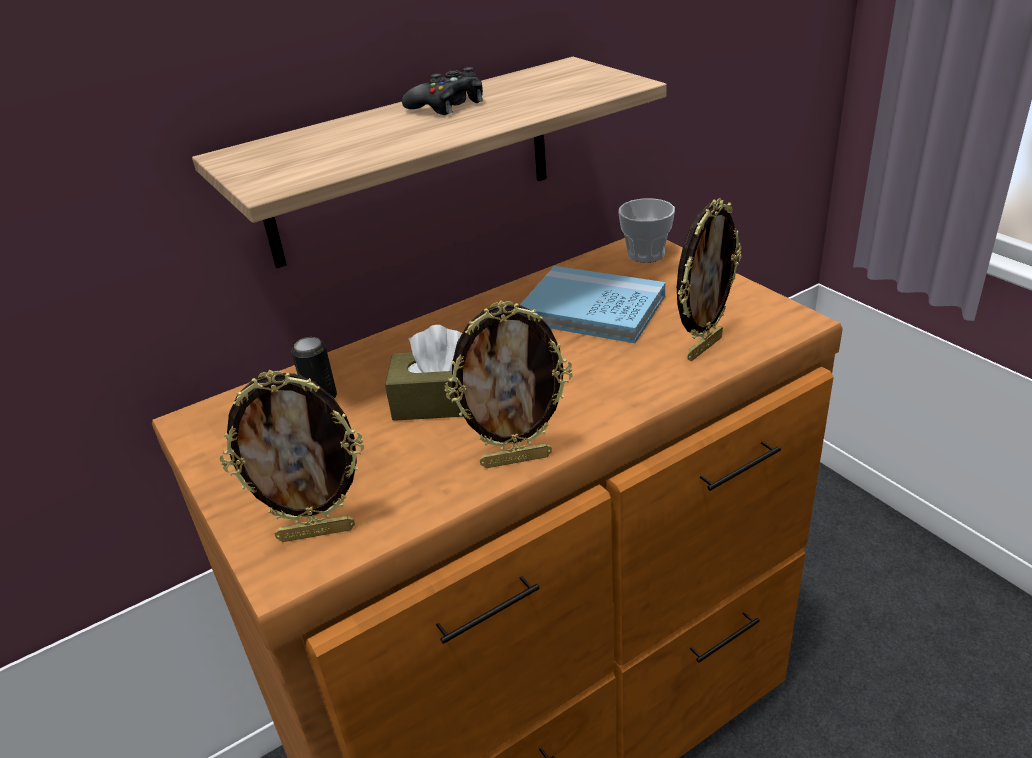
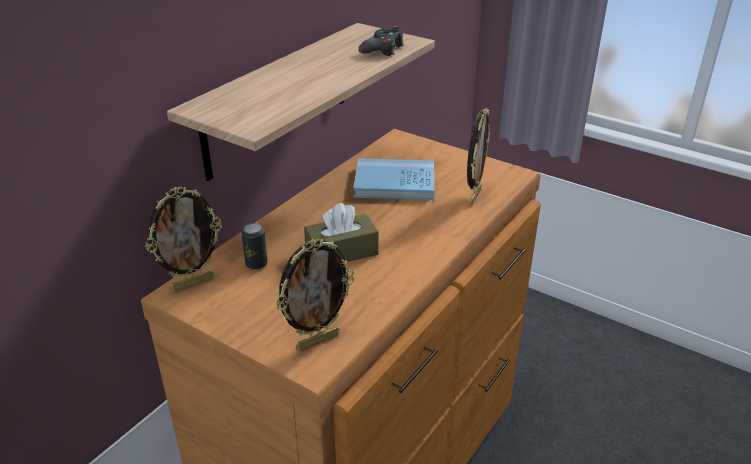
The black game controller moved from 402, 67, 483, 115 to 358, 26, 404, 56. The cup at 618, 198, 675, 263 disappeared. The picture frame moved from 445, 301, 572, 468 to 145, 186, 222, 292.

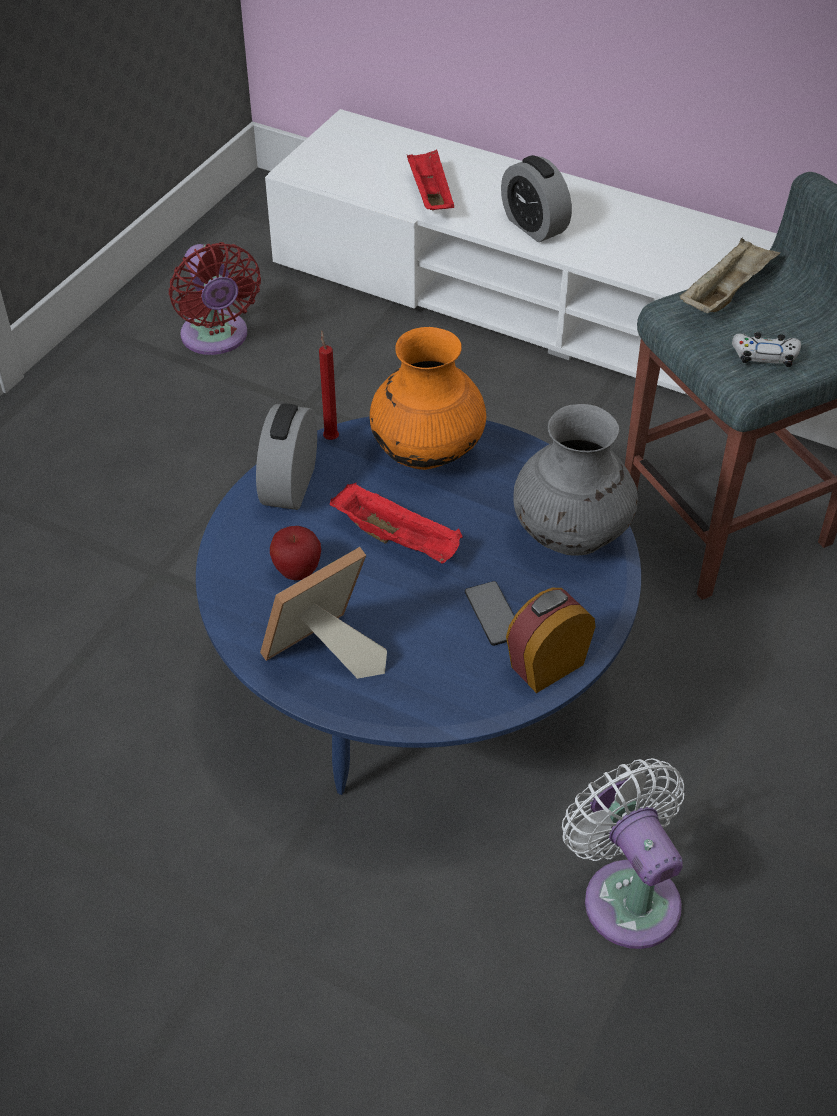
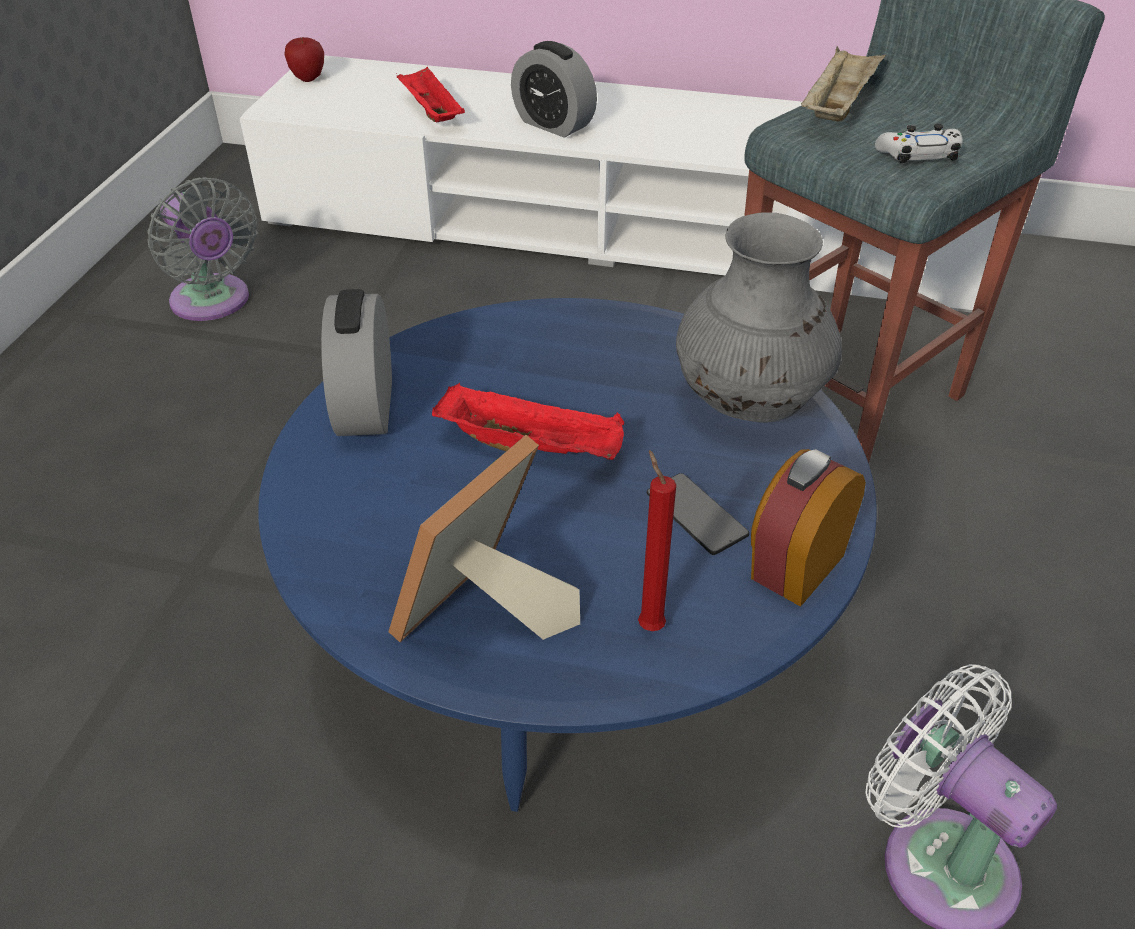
The red fan at 169, 242, 261, 355 became the grey fan at 147, 177, 258, 321. The orange vase at 370, 327, 486, 470 disappeared. The red candle moved from 319, 330, 339, 440 to 638, 450, 676, 631. The apple moved from 270, 526, 321, 580 to 284, 37, 324, 82.

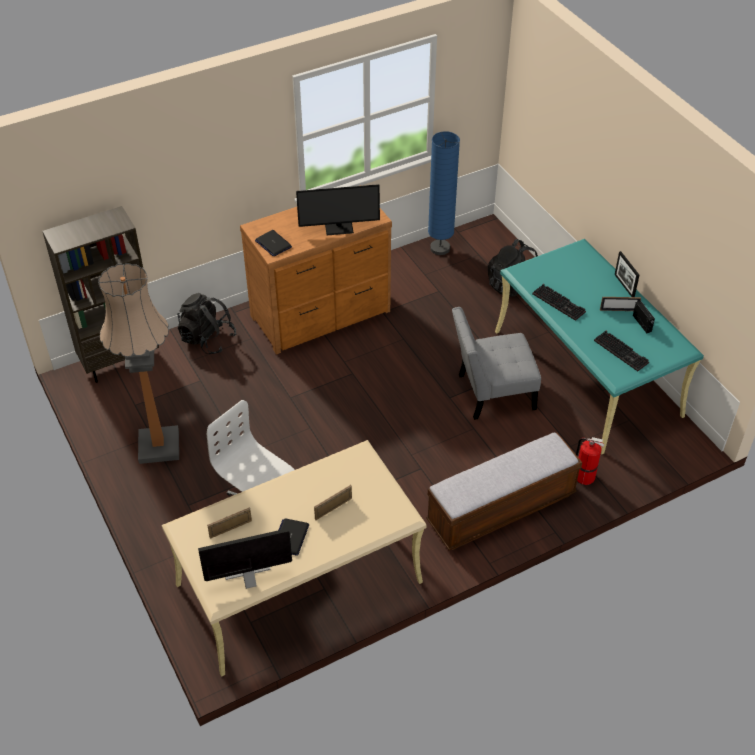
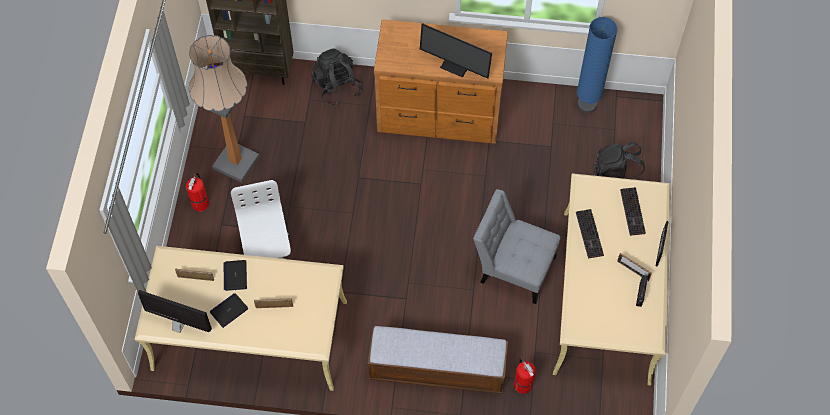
The laptop moved from 255, 230, 292, 256 to 224, 260, 247, 291. The turquoise desk at 495, 239, 704, 455 became the beige desk at 553, 173, 671, 385. The keyboard moved from 594, 331, 649, 371 to 620, 187, 646, 236. The fire extinguisher at 186, 173, 209, 211 appeared.

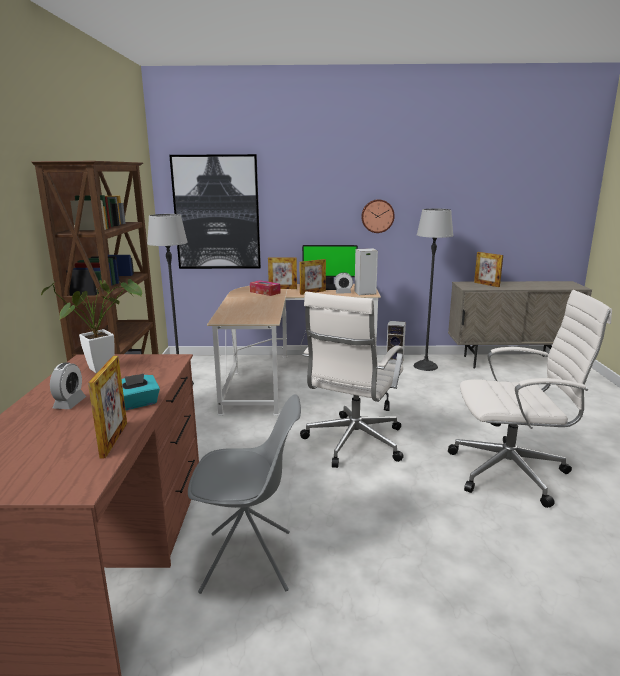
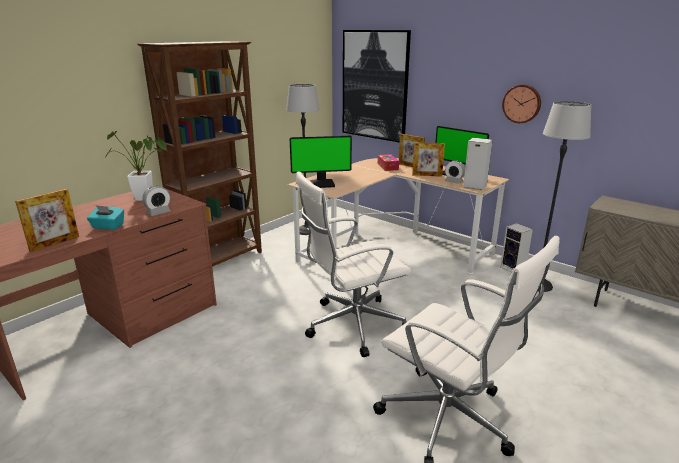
The picture frame at 474, 252, 503, 287 disappeared. The alarm clock moved from 50, 362, 86, 409 to 142, 185, 171, 216. The grey chair at 188, 394, 301, 594 disappeared. The monitor at 290, 136, 352, 188 appeared.

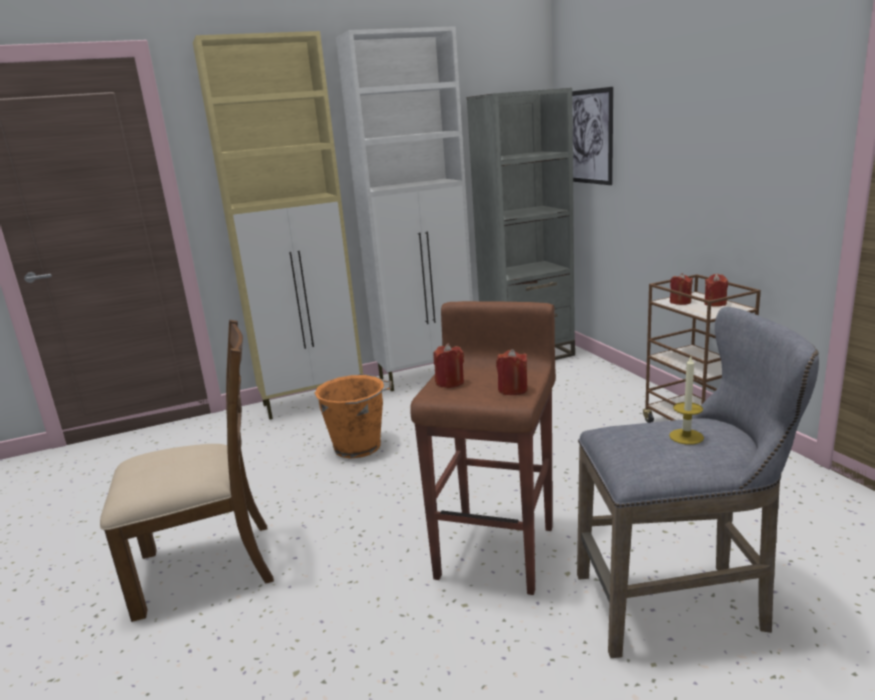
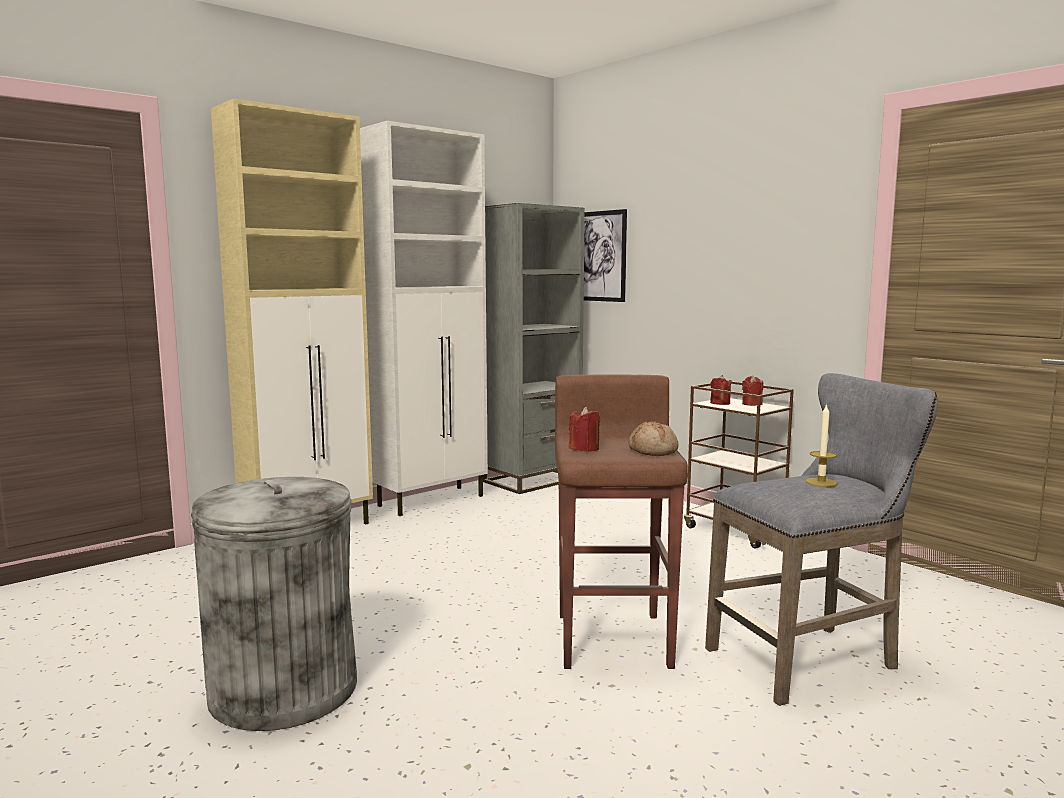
The brown chair at 100, 320, 274, 622 was replaced by the grey trash can at 191, 477, 357, 731. The red candle at 496, 349, 528, 395 was replaced by the bread at 629, 421, 679, 456. The orange bucket at 315, 374, 392, 458 disappeared.

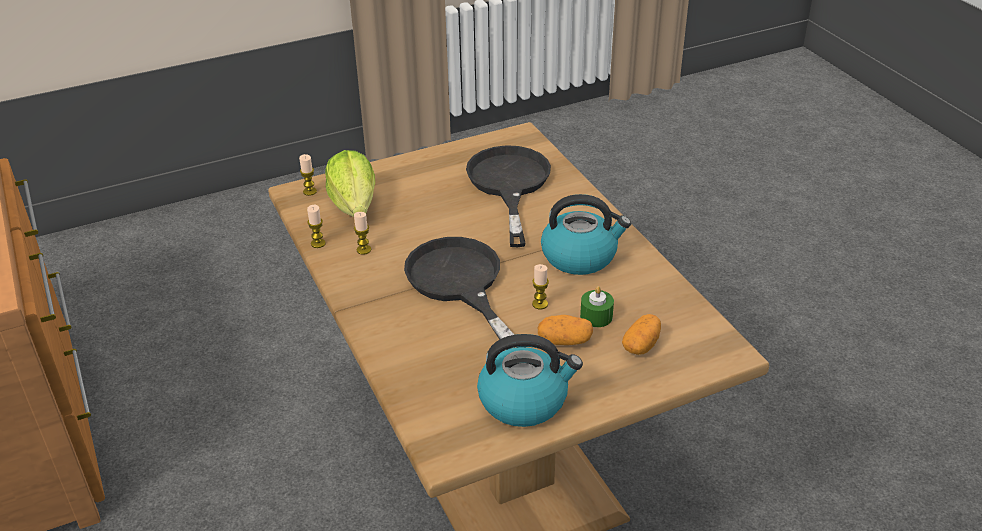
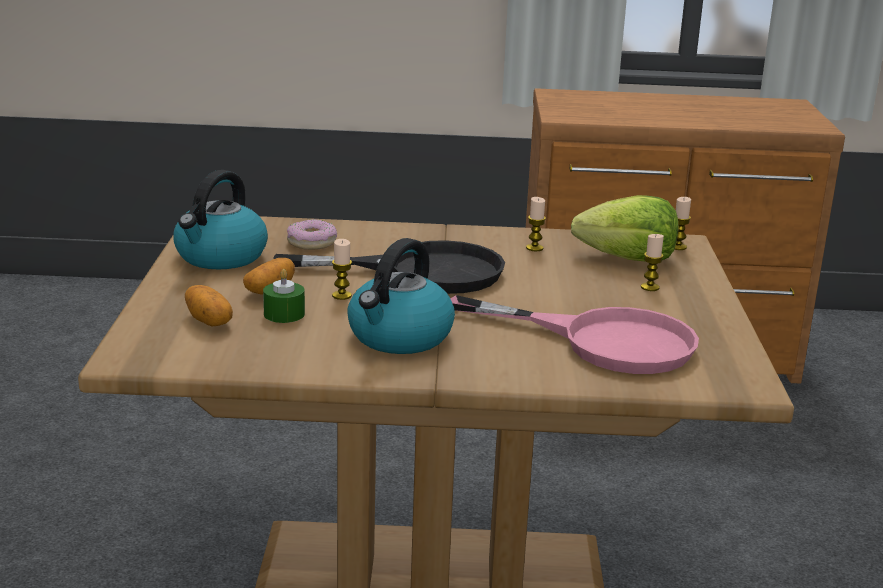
The black frying pan at 466, 145, 551, 247 became the pink frying pan at 450, 295, 699, 374. The candle moved from 307, 205, 326, 248 to 641, 234, 664, 291. The donut at 287, 219, 337, 250 appeared.

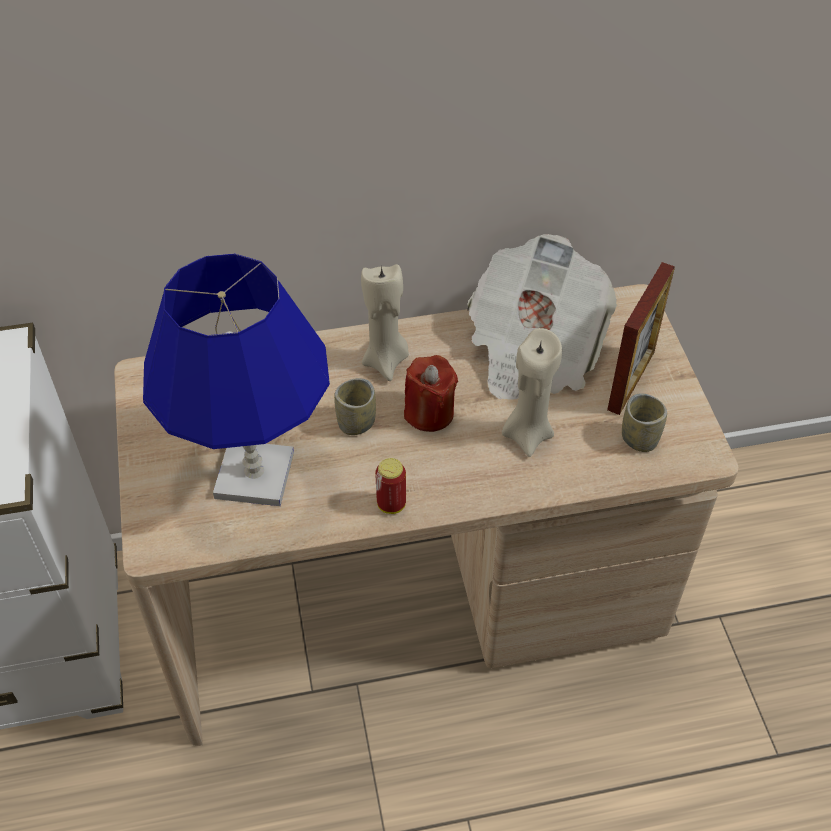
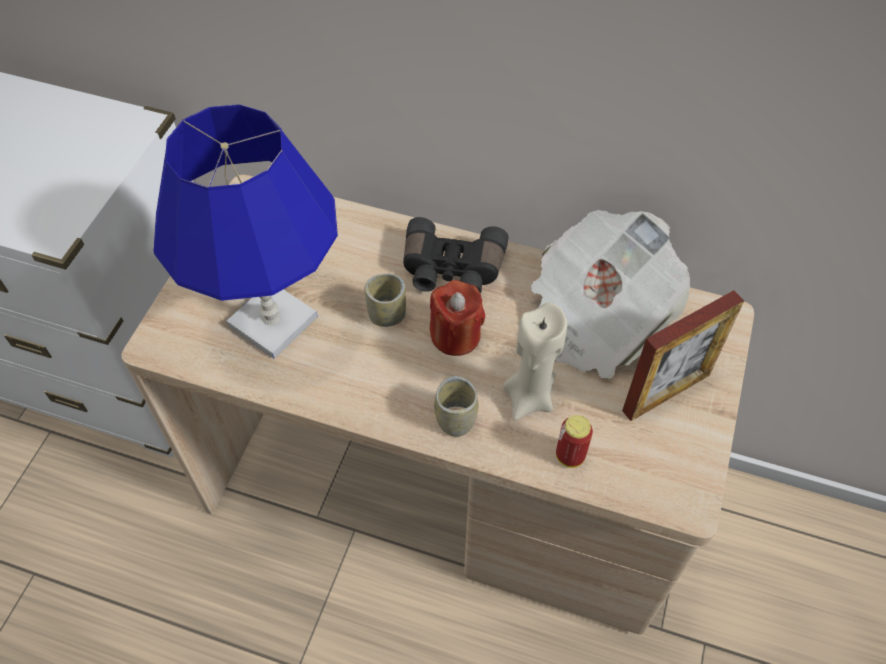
The beige candle at 361, 264, 409, 381 was replaced by the black binoculars at 403, 217, 508, 293. The cup moved from 622, 393, 667, 452 to 434, 376, 478, 437. The can moved from 375, 458, 406, 514 to 556, 415, 593, 468.

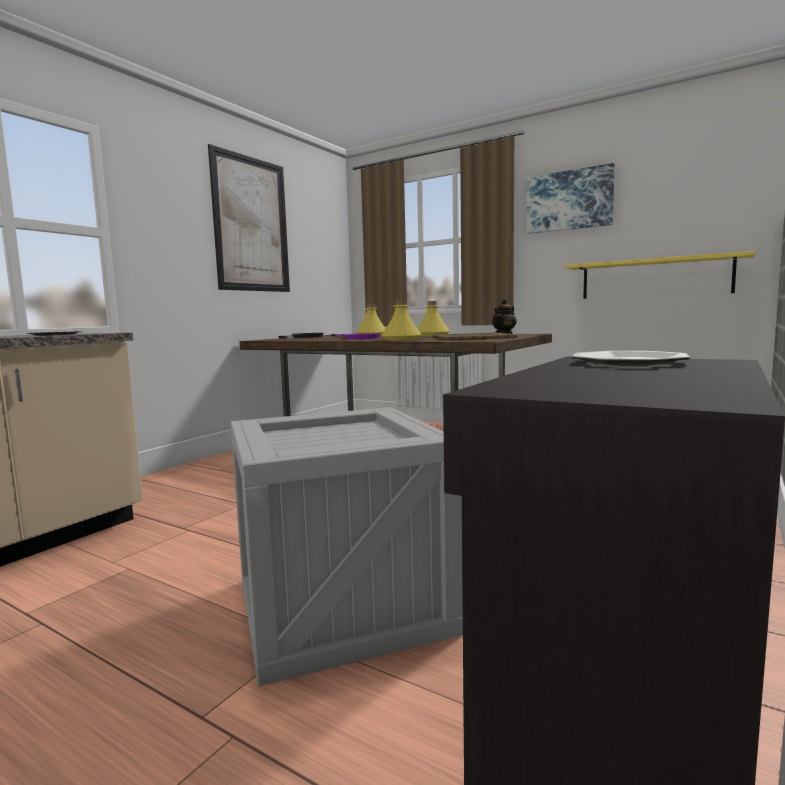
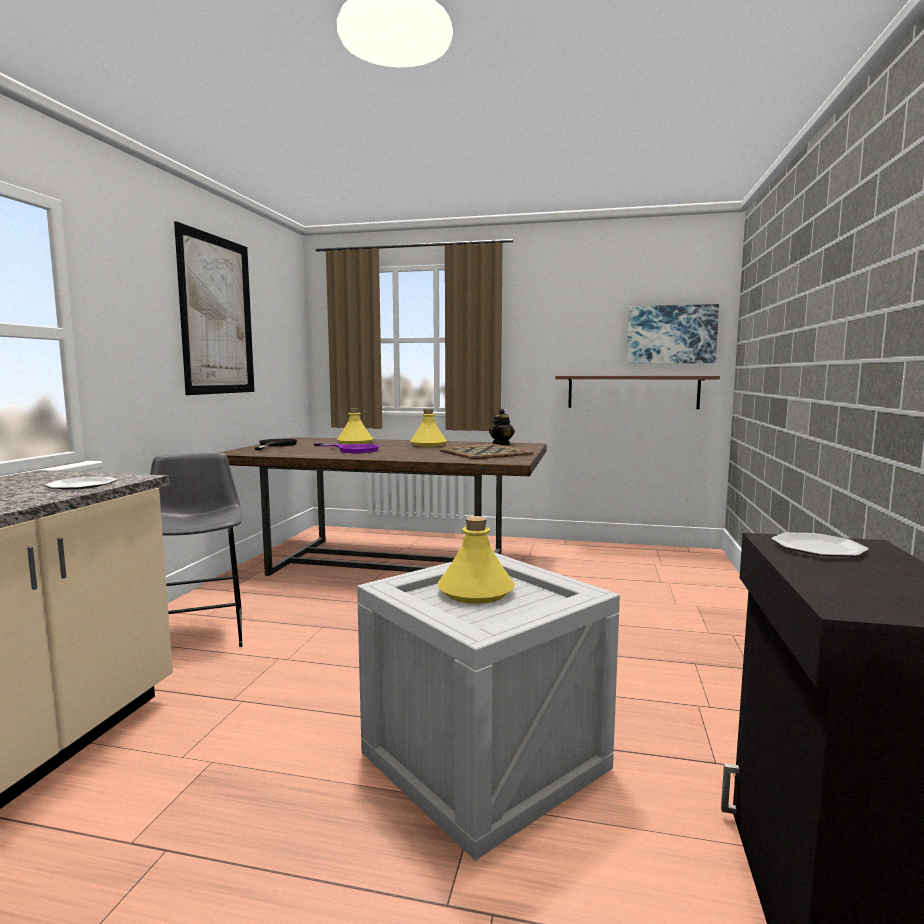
The picture moved from 526, 163, 615, 234 to 626, 304, 719, 363. The yellow shelf at 565, 251, 755, 299 became the brown shelf at 555, 376, 720, 409. The yellow bottle moved from 381, 300, 422, 341 to 437, 516, 515, 604. The grey stool at 150, 453, 242, 647 appeared.

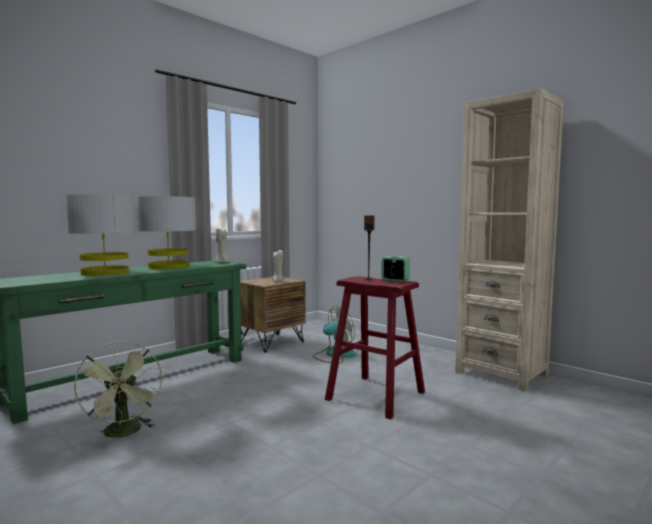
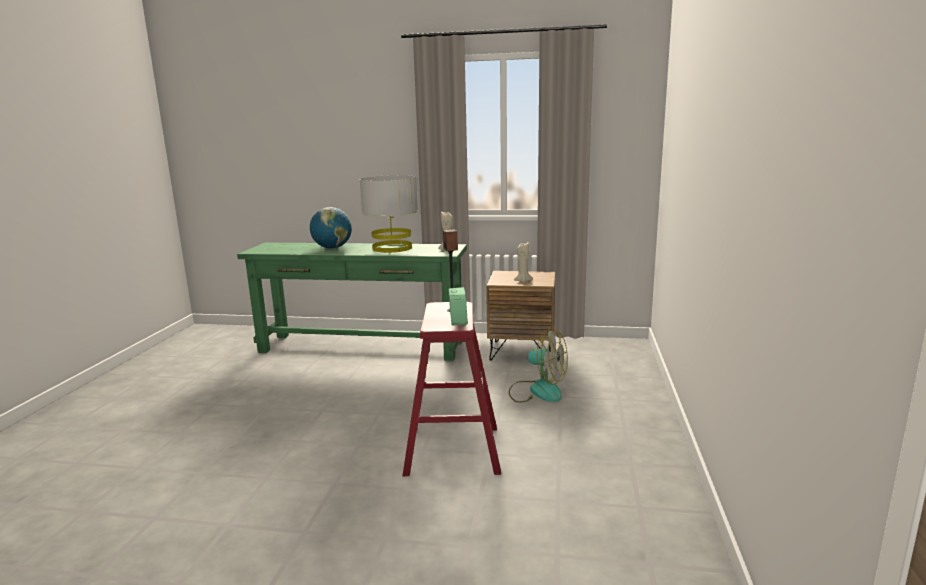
The beige bookcase at 455, 88, 564, 392 disappeared. The grey table lamp at 66, 194, 136, 276 was replaced by the globe at 310, 207, 352, 249. The green fan at 74, 341, 162, 442 disappeared.

